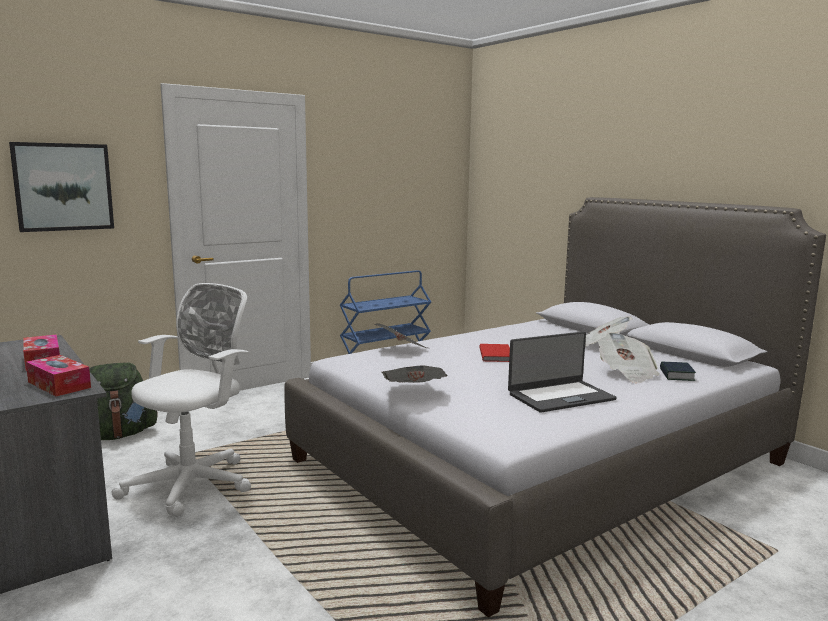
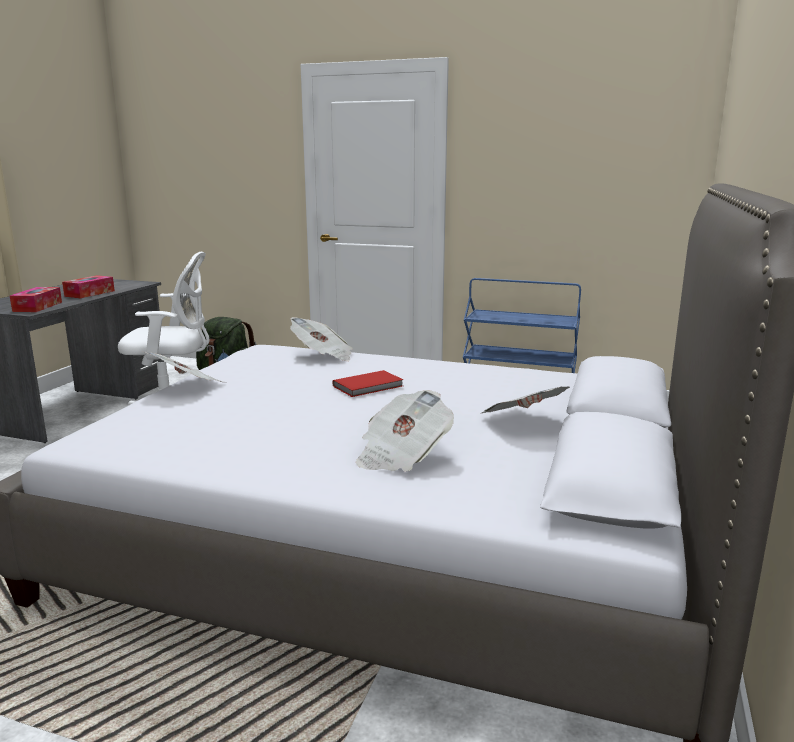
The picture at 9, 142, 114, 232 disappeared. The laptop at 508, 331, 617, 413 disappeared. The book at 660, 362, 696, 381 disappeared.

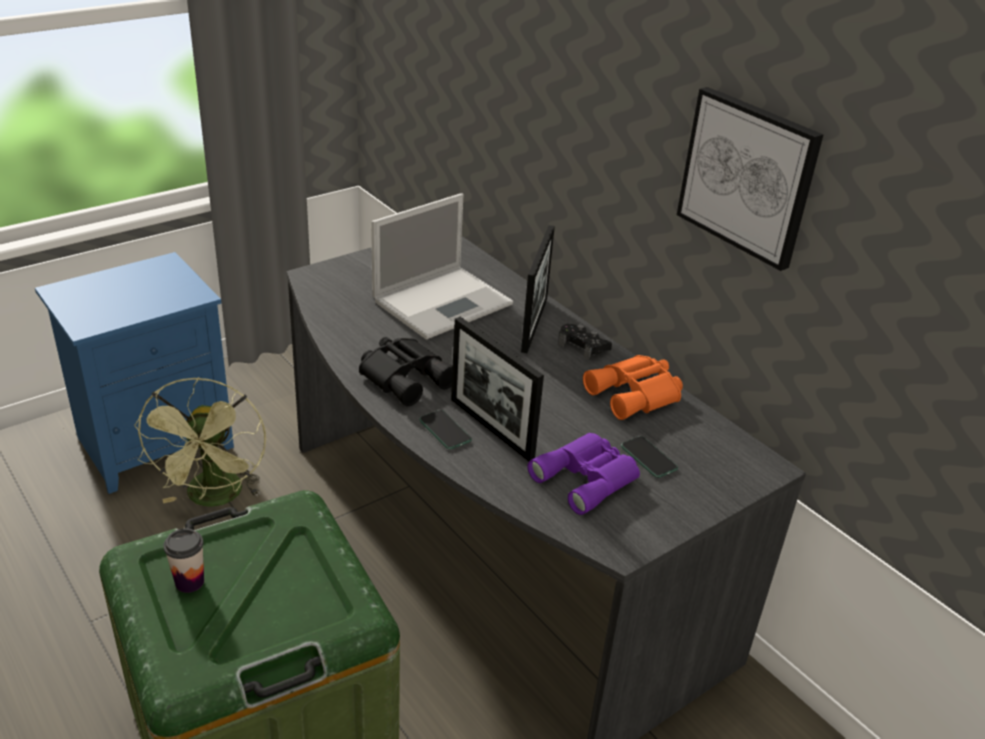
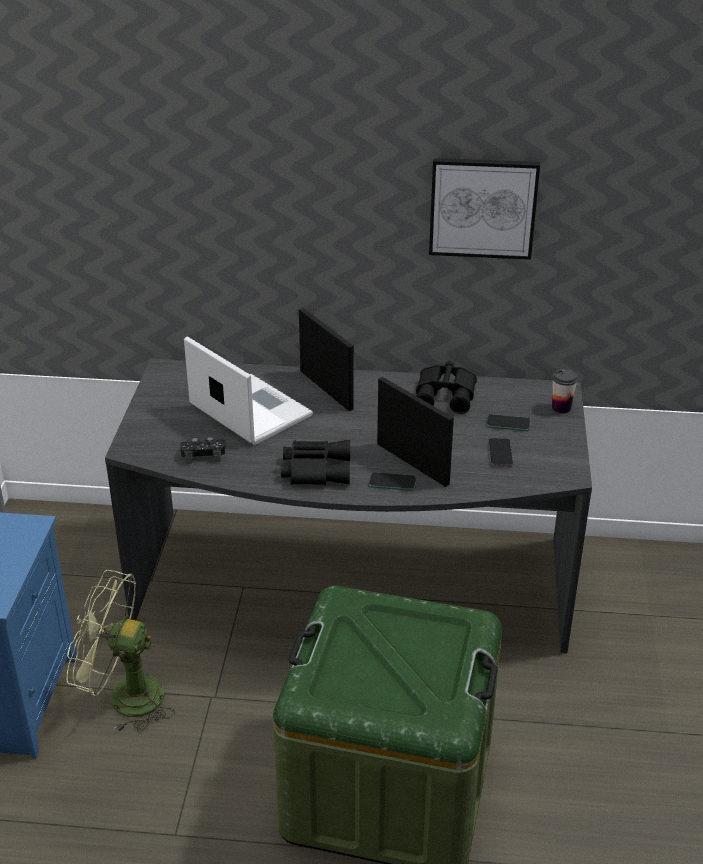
The laptop at 371, 193, 513, 340 turned 45 degrees counterclockwise. The picture frame at 451, 317, 544, 461 turned 135 degrees counterclockwise. The black game controller moved from 558, 324, 612, 360 to 180, 437, 225, 464. The orange binoculars at 583, 355, 683, 420 became the black binoculars at 416, 361, 477, 414. The green fan at 134, 377, 266, 507 turned 150 degrees clockwise. The purple binoculars at 527, 433, 640, 515 was replaced by the phone at 488, 438, 513, 467. The cup moved from 164, 528, 204, 593 to 552, 369, 578, 414.

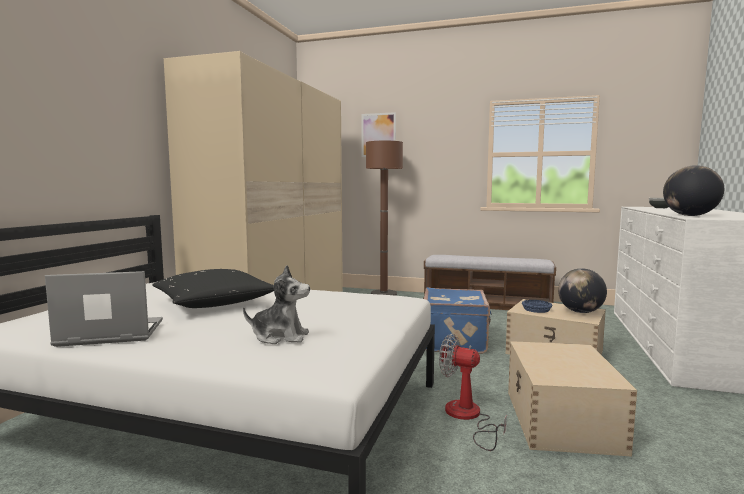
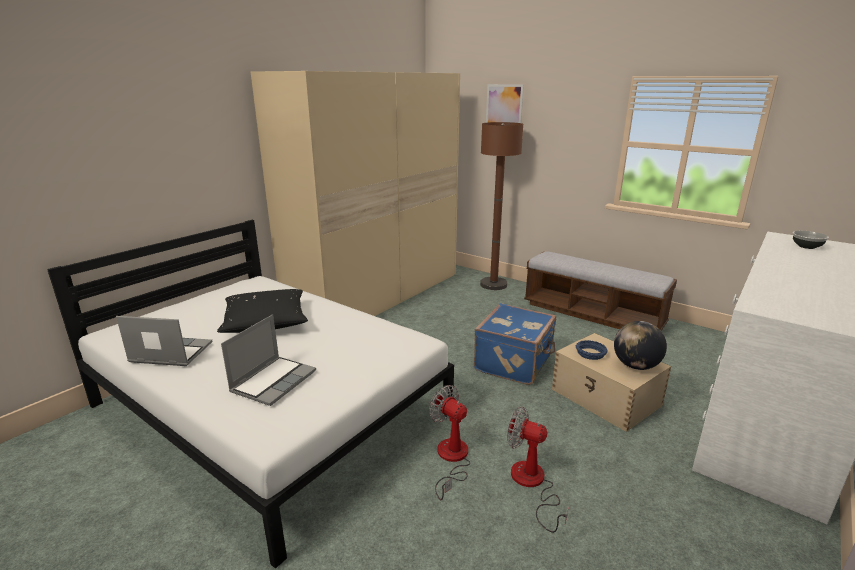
The globe at 663, 165, 724, 216 disappeared. The plush toy at 243, 265, 310, 344 was replaced by the laptop at 221, 314, 316, 406. The beige storage box at 508, 341, 637, 457 was replaced by the fan at 507, 407, 569, 533.

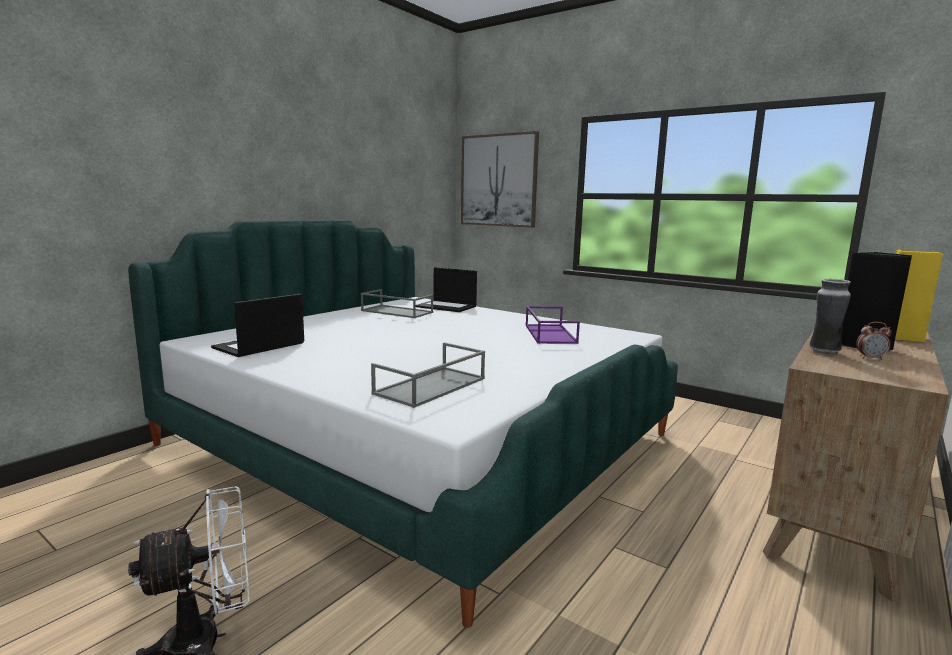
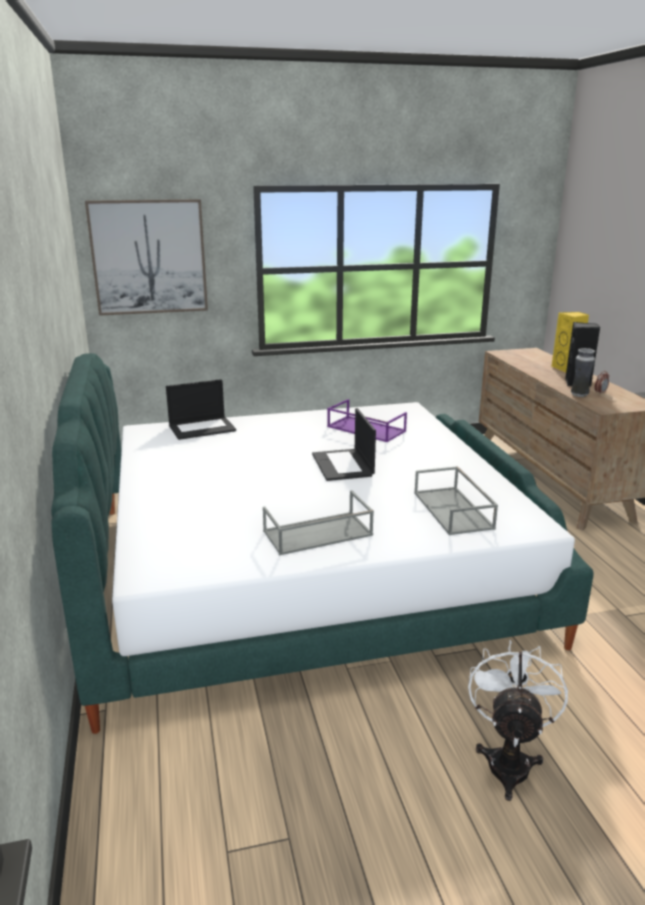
The grey tray moved from 361, 289, 433, 318 to 263, 490, 374, 555. The laptop moved from 211, 294, 304, 357 to 312, 408, 376, 481.

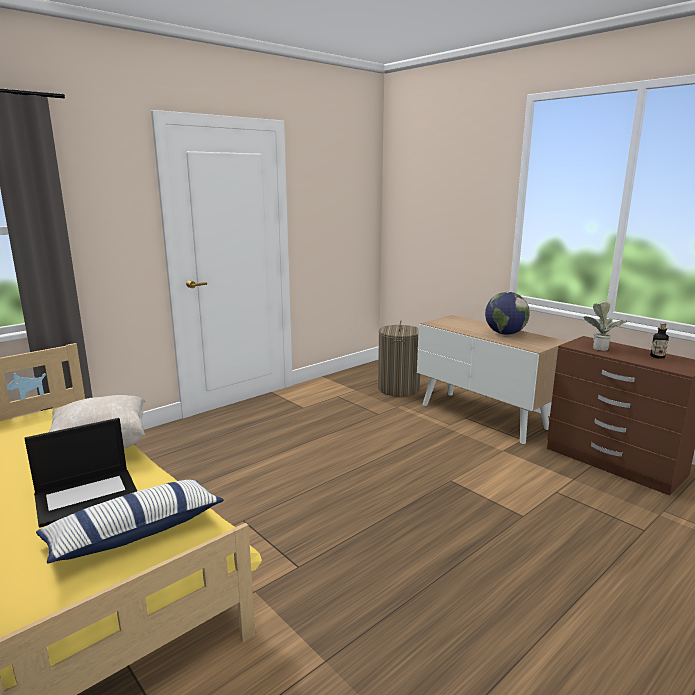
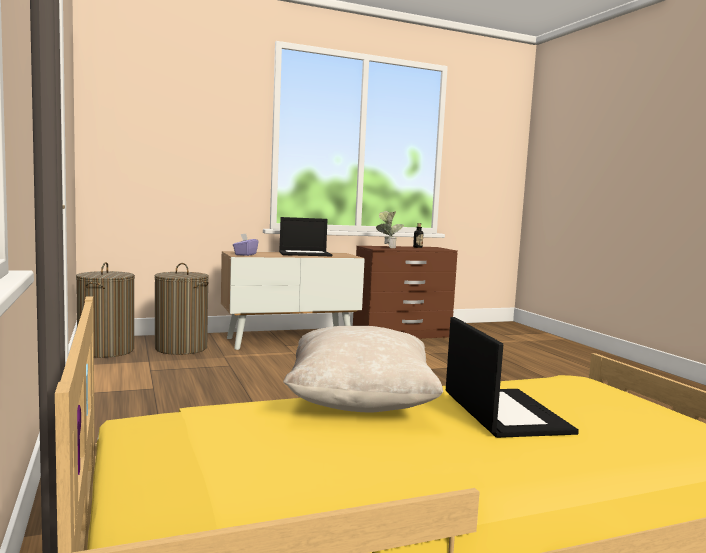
The globe at 485, 292, 530, 335 was replaced by the laptop at 279, 217, 332, 256. The pillow at 36, 480, 224, 563 disappeared. The purple tissue box at 233, 234, 258, 256 appeared. The laundry basket at 76, 262, 135, 358 appeared.

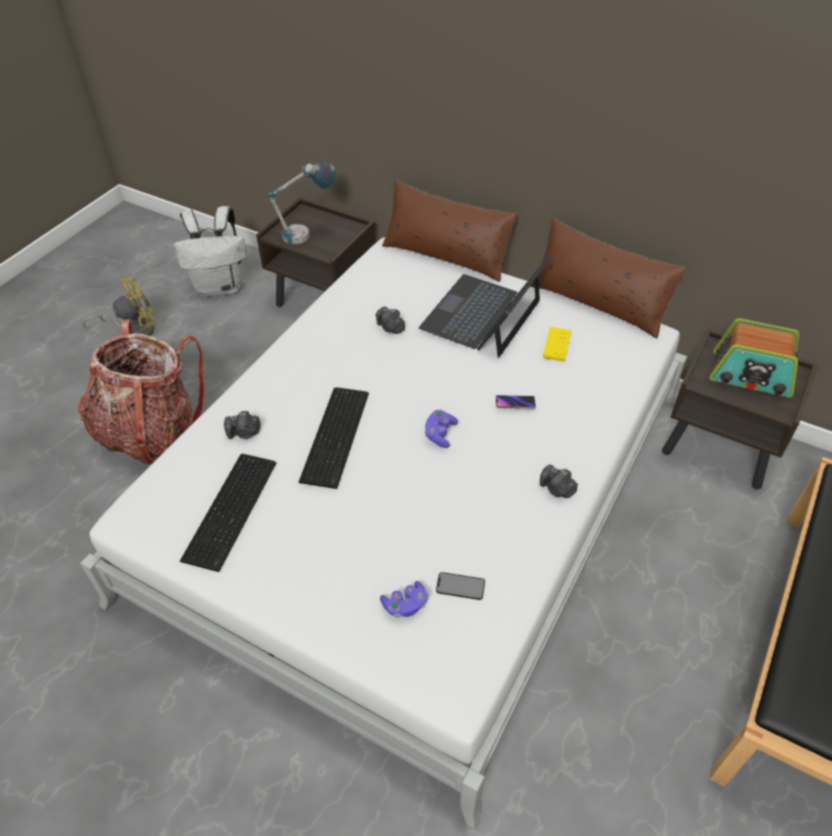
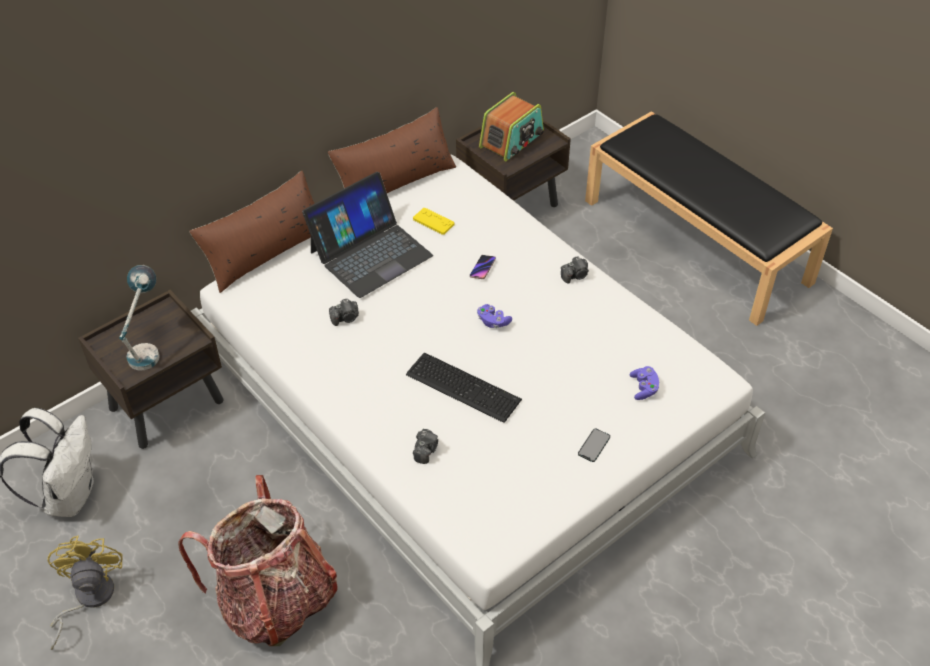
The laptop at 419, 255, 551, 358 turned 90 degrees counterclockwise. The keyboard at 180, 454, 276, 572 disappeared. The phone moved from 436, 572, 485, 600 to 578, 429, 610, 462.

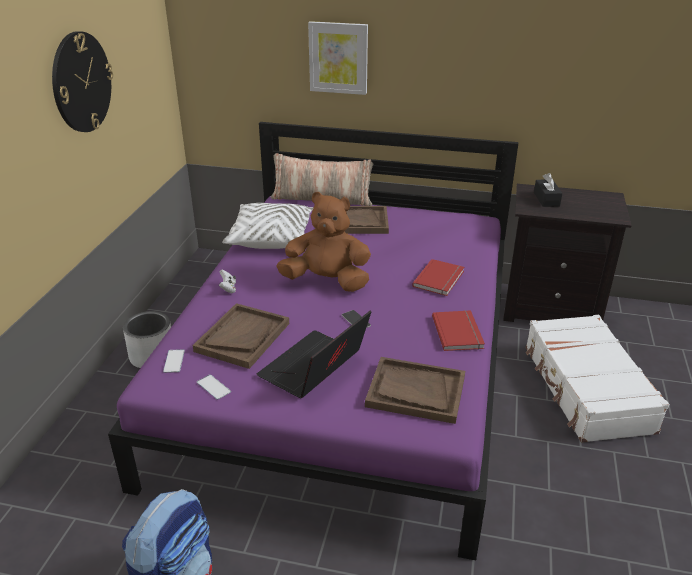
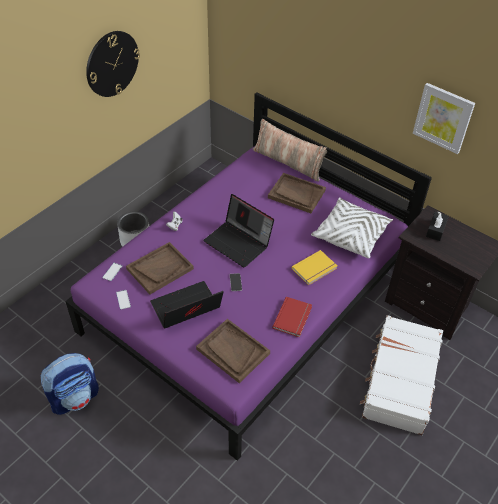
The picture moved from 308, 21, 368, 95 to 413, 83, 475, 154. The brown plush toy at 277, 192, 371, 292 was replaced by the laptop at 203, 194, 274, 268. The white pillow moved from 222, 203, 314, 249 to 311, 197, 393, 258. The red book at 412, 259, 464, 296 became the yellow book at 292, 250, 337, 285.

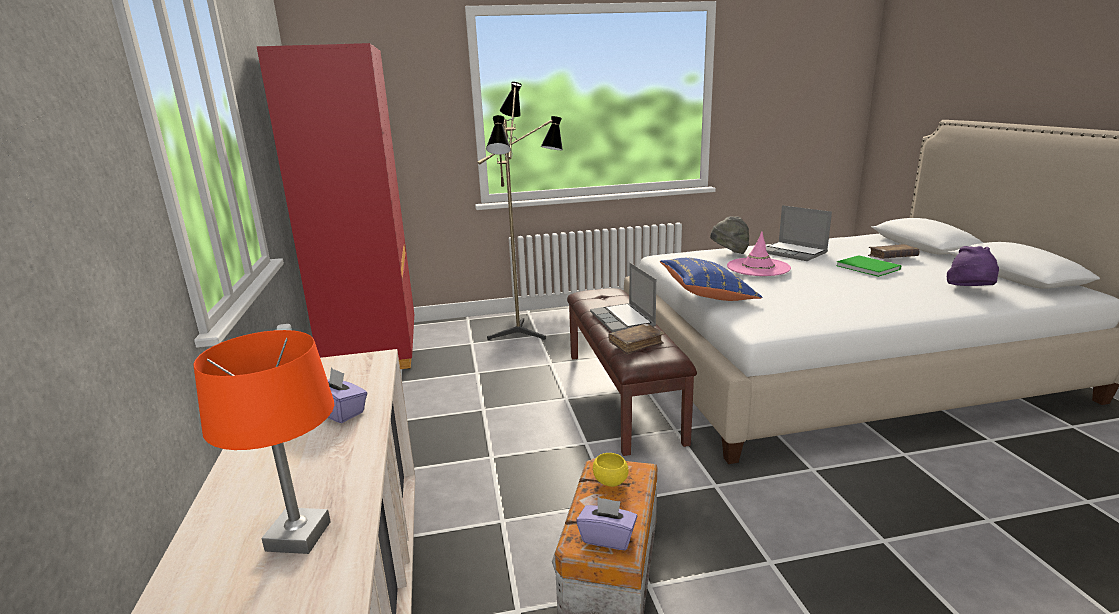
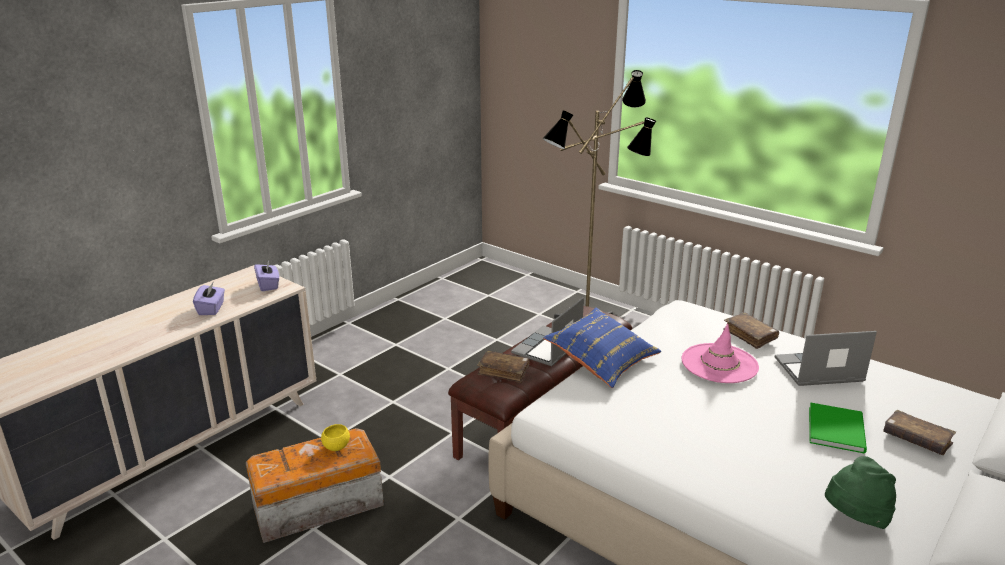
The red wardrobe at 256, 43, 414, 369 disappeared. The laptop at 766, 205, 832, 261 turned 75 degrees clockwise. The grey hat at 710, 216, 749, 254 was replaced by the brown book at 723, 312, 779, 349. The purple hat at 947, 246, 999, 286 became the green hat at 825, 456, 896, 529. The orange table lamp at 193, 330, 334, 554 disappeared. The purple tissue box moved from 576, 497, 637, 550 to 254, 259, 279, 291.

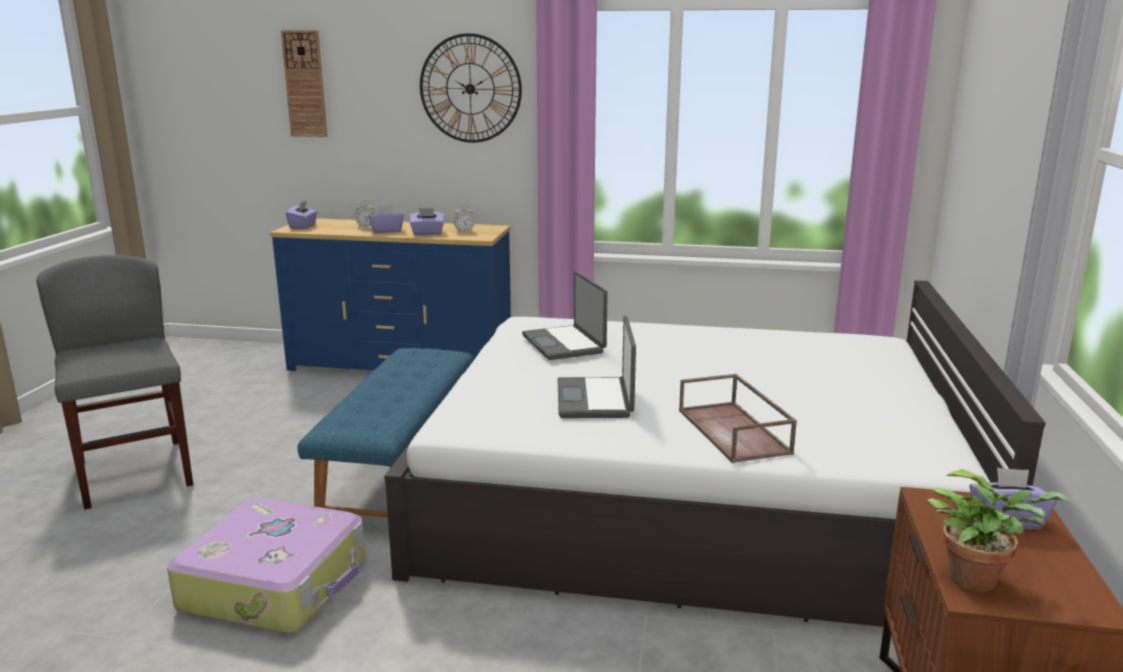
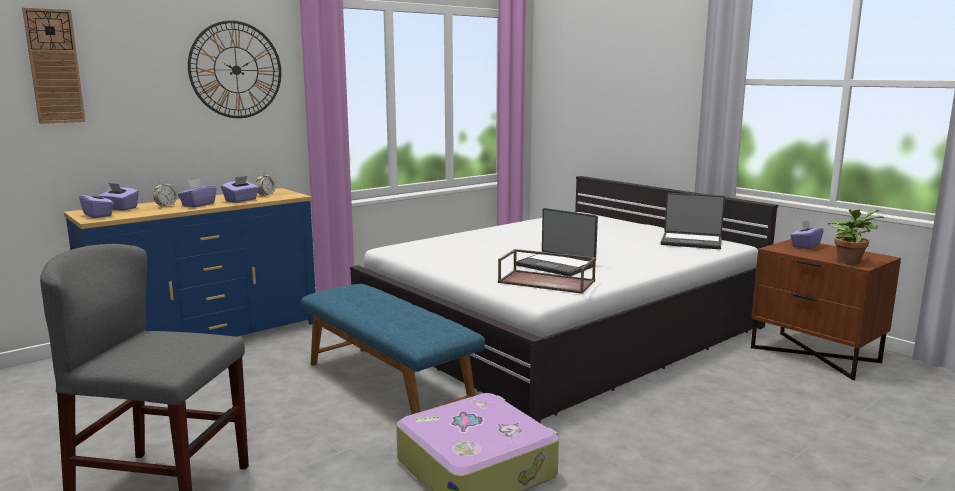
The laptop moved from 522, 272, 608, 360 to 661, 193, 725, 249. The brown tray moved from 679, 374, 797, 463 to 498, 249, 596, 294. The purple tissue box at 99, 183, 139, 211 appeared.

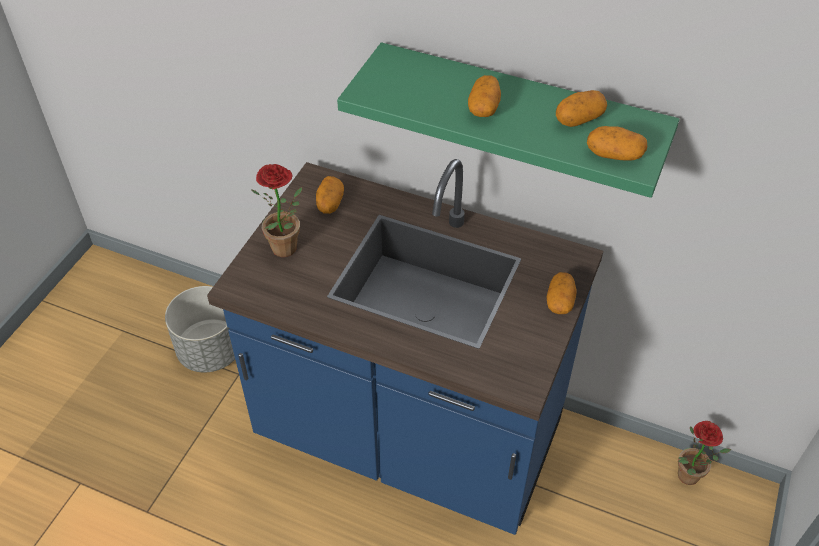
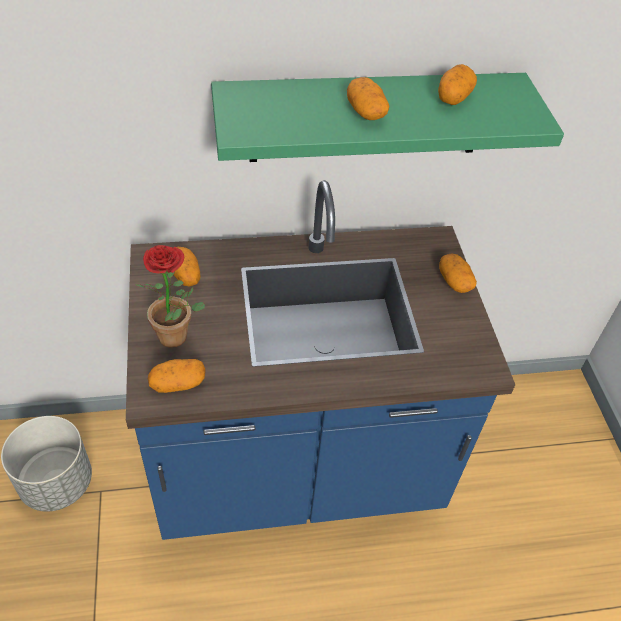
The potato moved from 587, 126, 647, 161 to 148, 359, 206, 393. The potted plant at 678, 421, 731, 485 disappeared.

